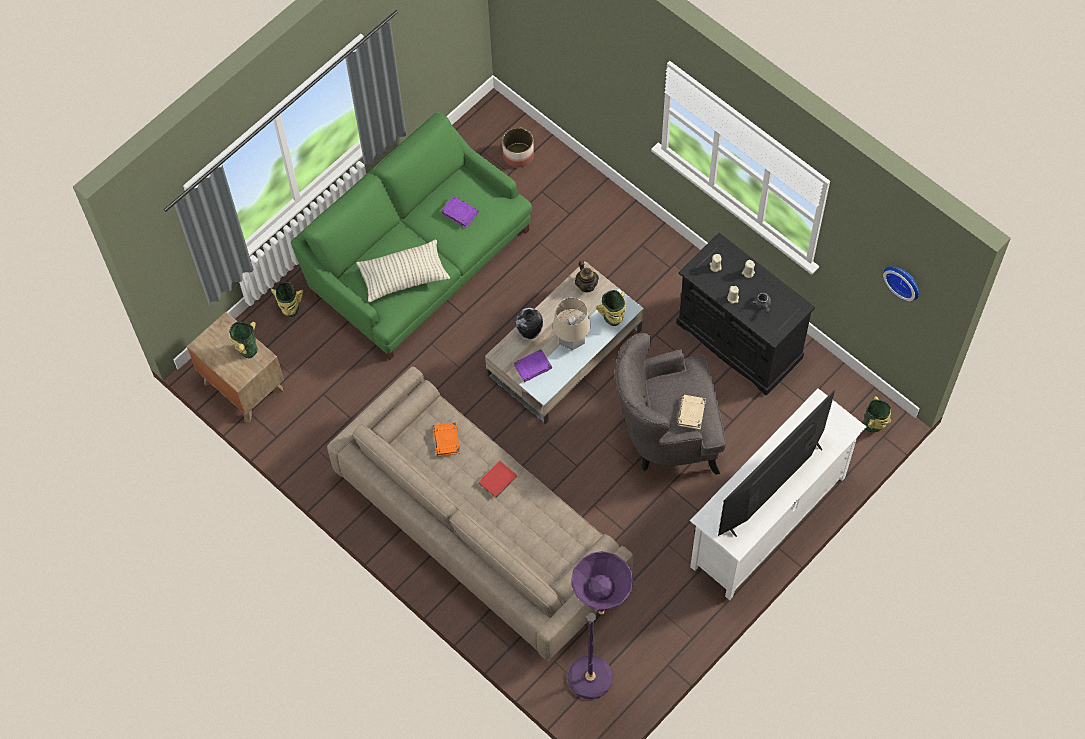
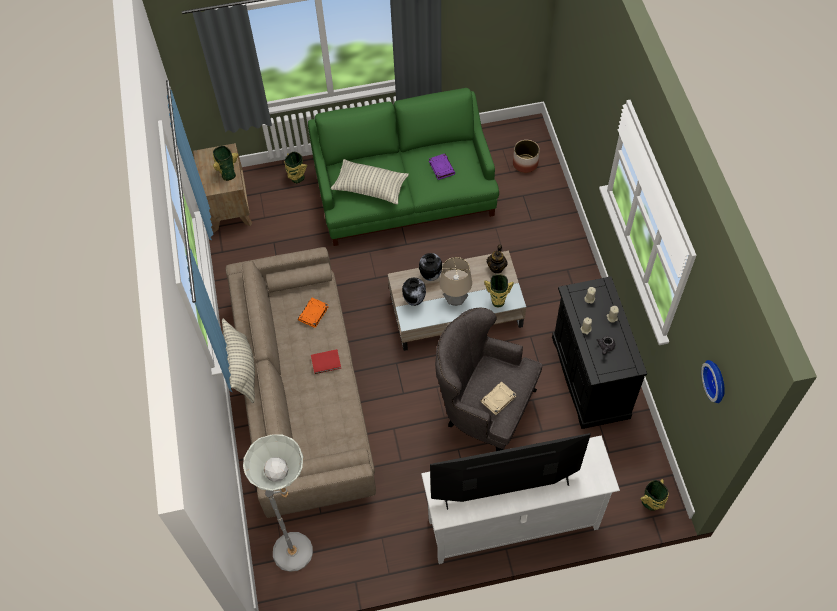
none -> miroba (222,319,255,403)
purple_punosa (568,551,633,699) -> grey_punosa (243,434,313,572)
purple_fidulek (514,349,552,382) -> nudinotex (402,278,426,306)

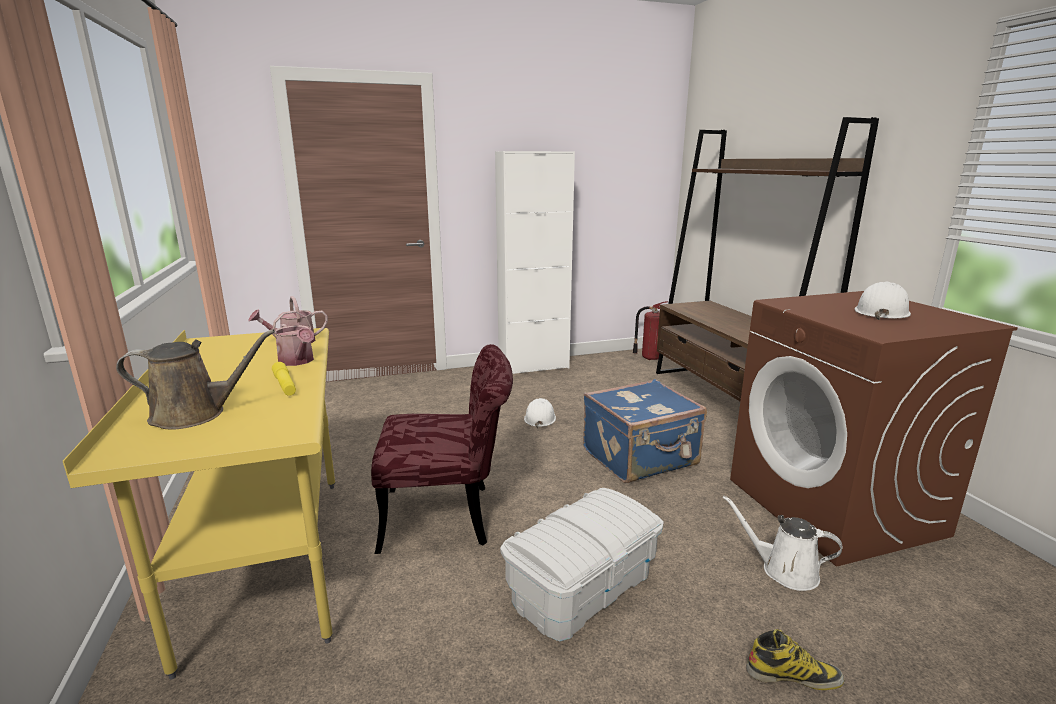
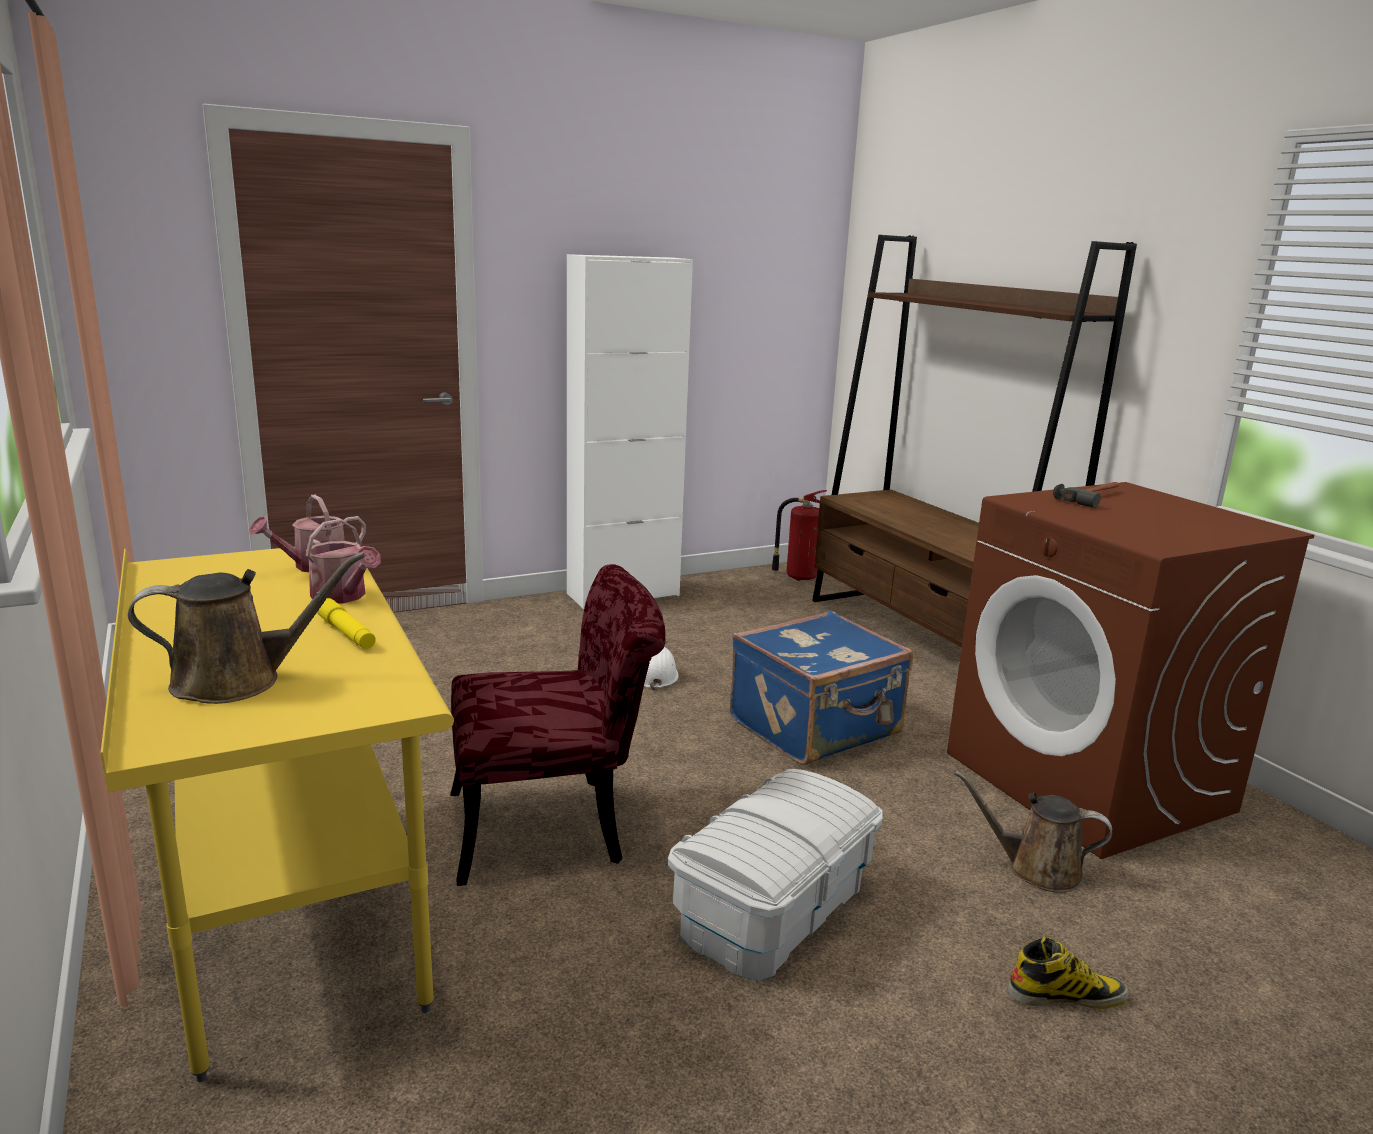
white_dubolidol (722,495,842,591) -> brown_dubolidol (954,770,1112,893)
none -> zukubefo (1053,482,1119,508)
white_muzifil (855,282,911,320) -> none

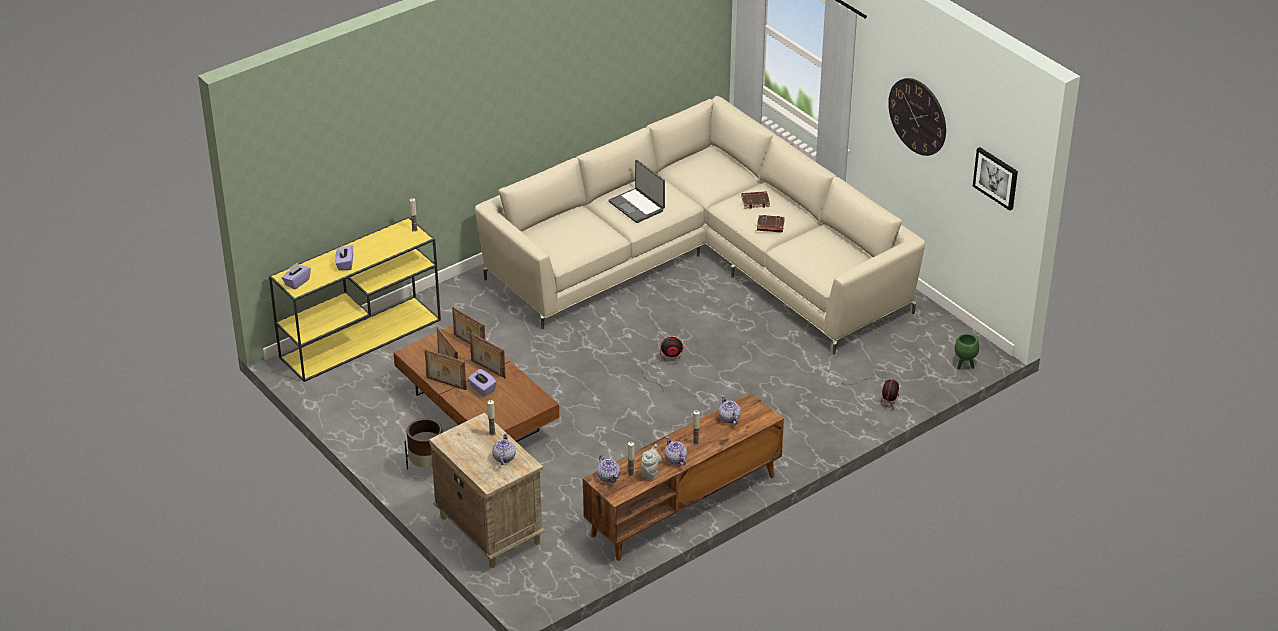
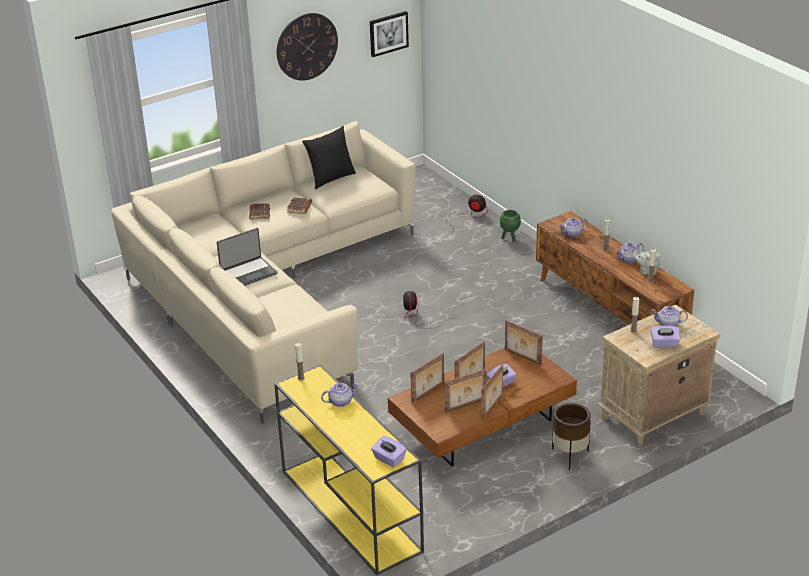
none -> black_miroba (302,126,356,189)
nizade (597,455,620,483) -> nizade (321,383,359,407), shifted
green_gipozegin (955,334,979,369) -> green_gipozegin (500,210,521,242), shifted
none -> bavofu (505,320,543,365)
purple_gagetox (335,245,353,270) -> purple_gagetox (650,325,680,348), shifted

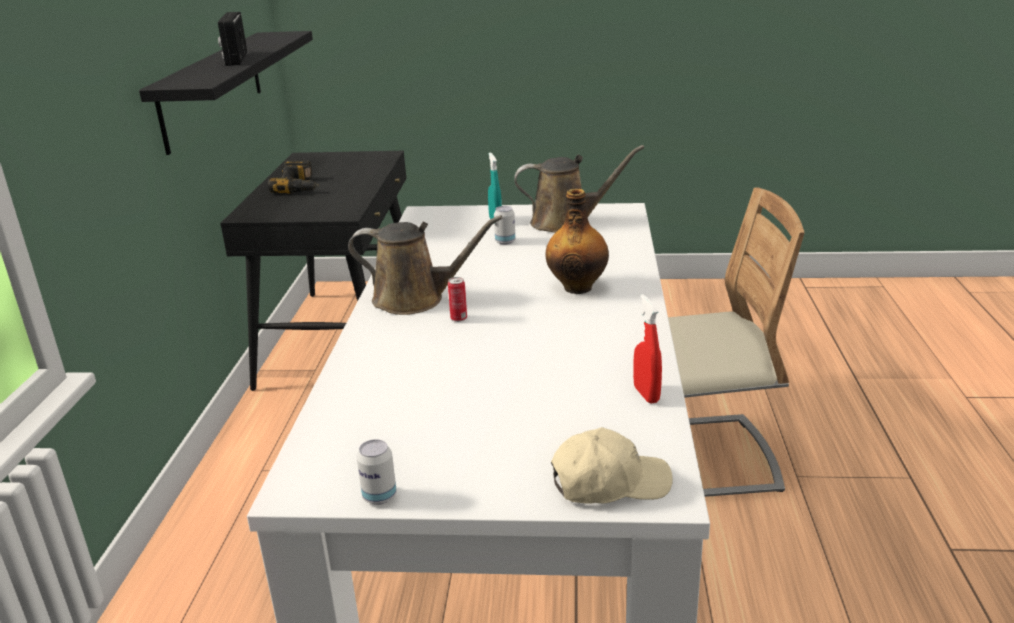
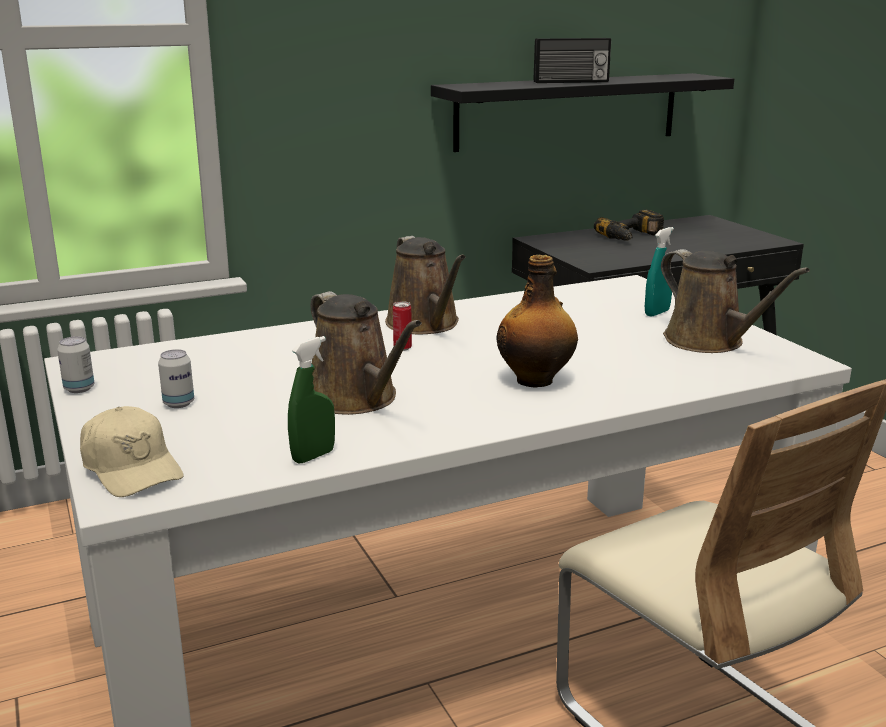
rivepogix (494,206,515,245) -> rivepogix (158,349,194,408), shifted
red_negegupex (633,294,662,404) -> green_negegupex (288,336,335,463)
none -> brown_dubolidol (311,291,422,415)
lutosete (218,12,247,66) -> lutosete (533,38,611,83), 150 degrees counterclockwise

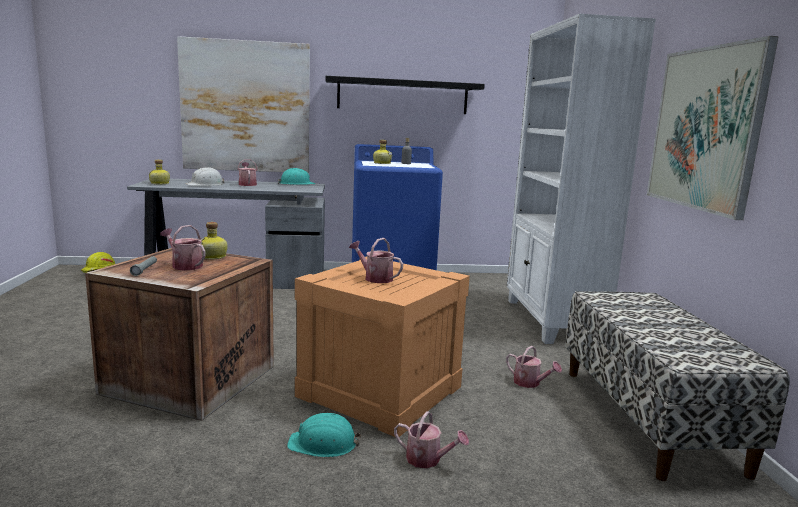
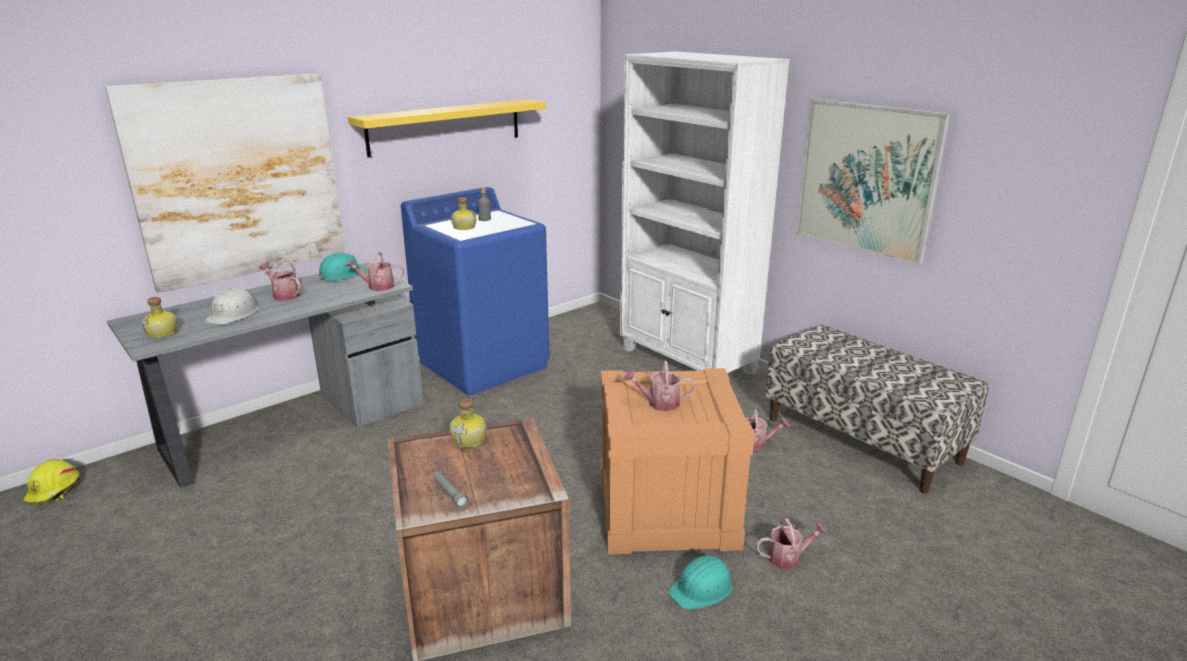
dubolidol (160,225,206,270) -> dubolidol (346,251,404,291), shifted
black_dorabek (325,76,485,114) -> yellow_dorabek (348,99,546,157)

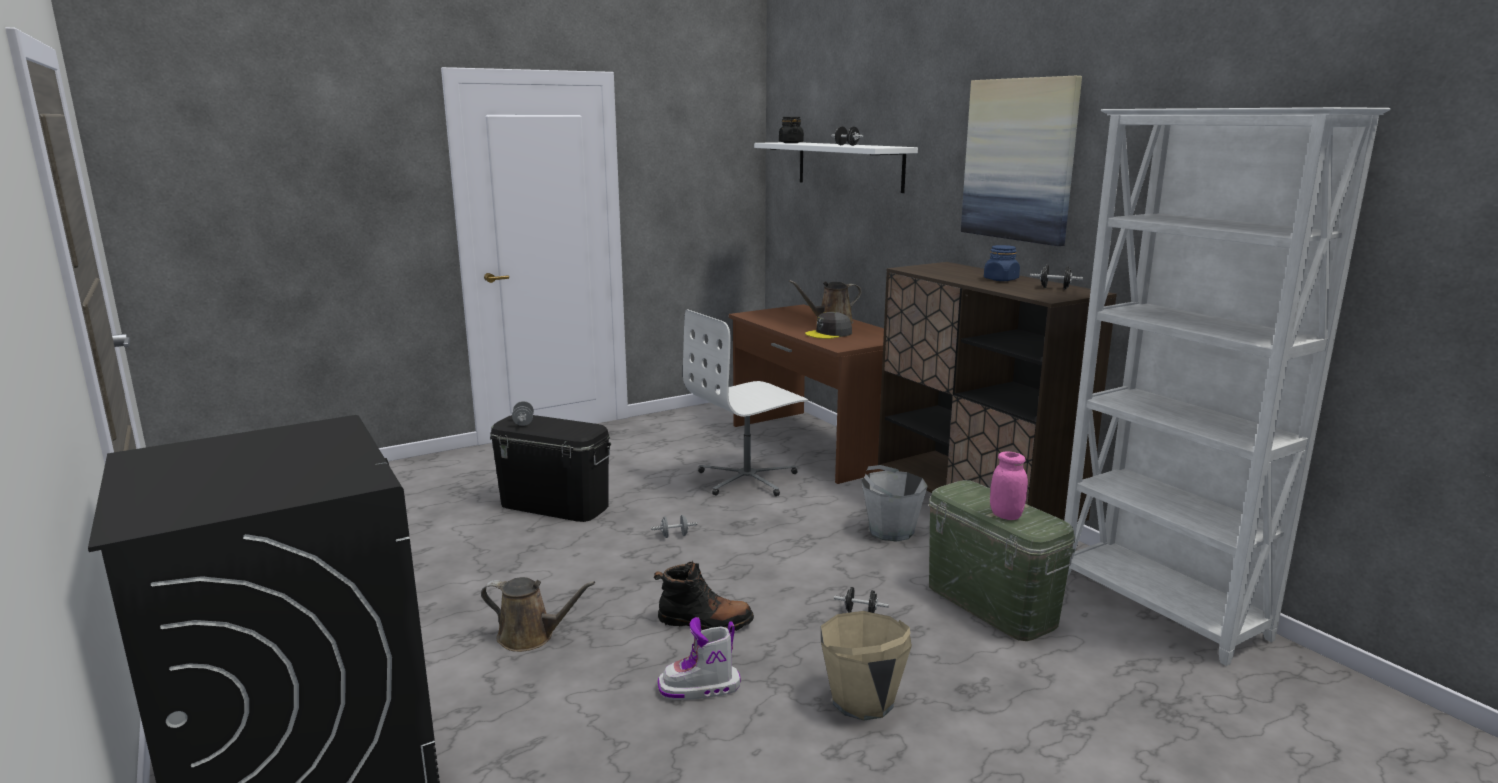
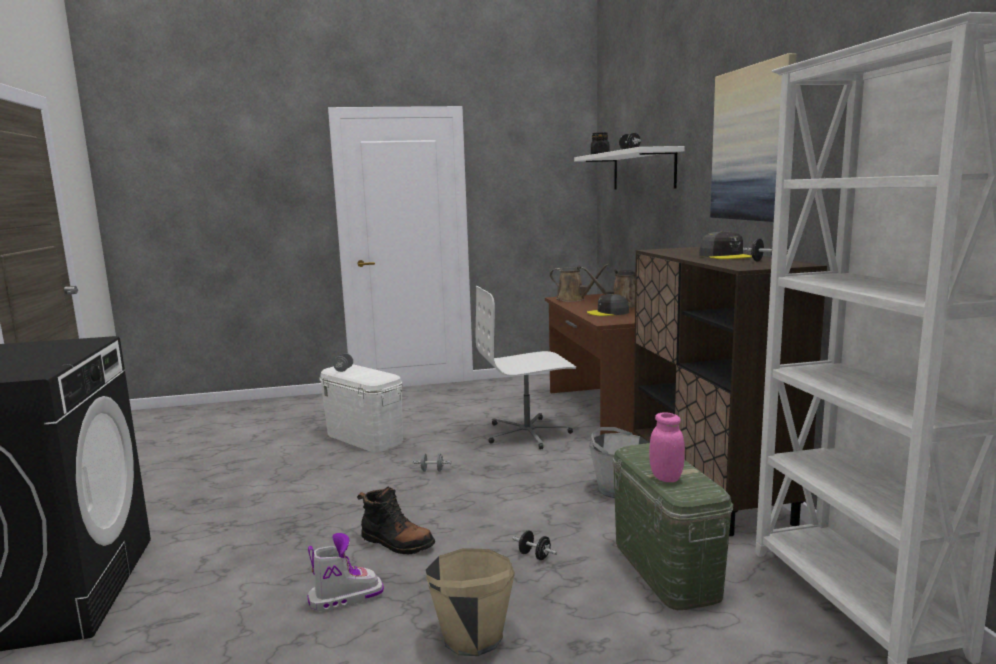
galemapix (658,617,740,700) -> galemapix (308,533,384,611), 150 degrees clockwise
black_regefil (490,415,611,522) -> white_regefil (320,364,403,452)
brown_dubolidol (481,577,595,652) -> brown_dubolidol (550,263,610,302), shifted
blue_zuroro (984,245,1020,281) -> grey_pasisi (699,231,752,259)

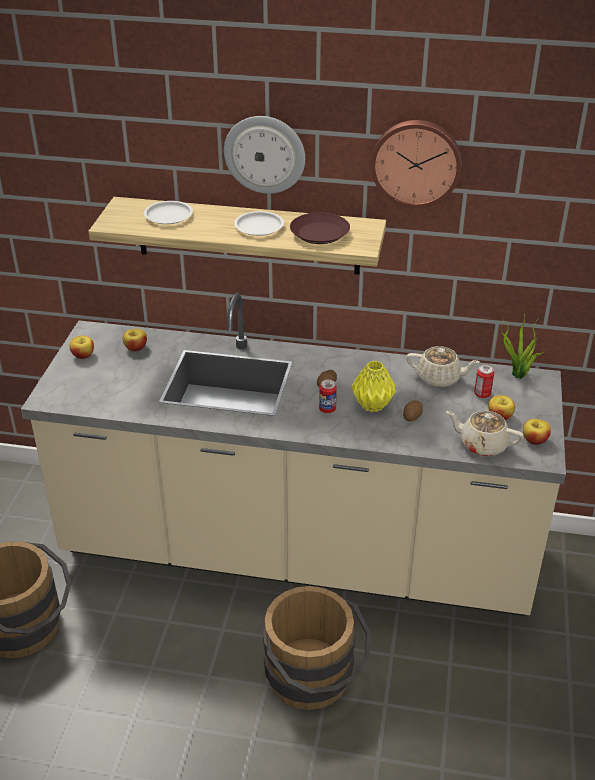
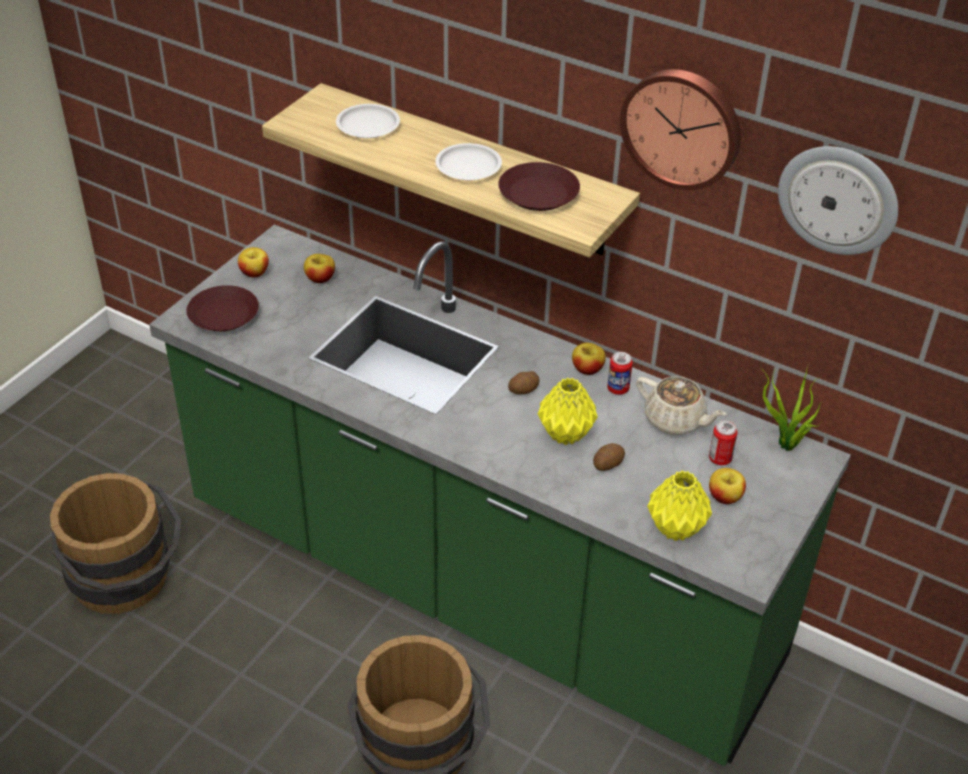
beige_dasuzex (21,293,566,616) -> green_dasuzex (149,224,851,766)
none -> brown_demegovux (186,285,259,332)
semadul (523,419,551,445) -> semadul (572,343,606,375), shifted
rivepogix (319,380,337,413) -> rivepogix (607,352,633,395), shifted
beige_nizade (446,410,524,456) -> yellow_nudinotex (647,471,712,541)
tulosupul (224,116,305,194) -> tulosupul (778,146,898,255), shifted

